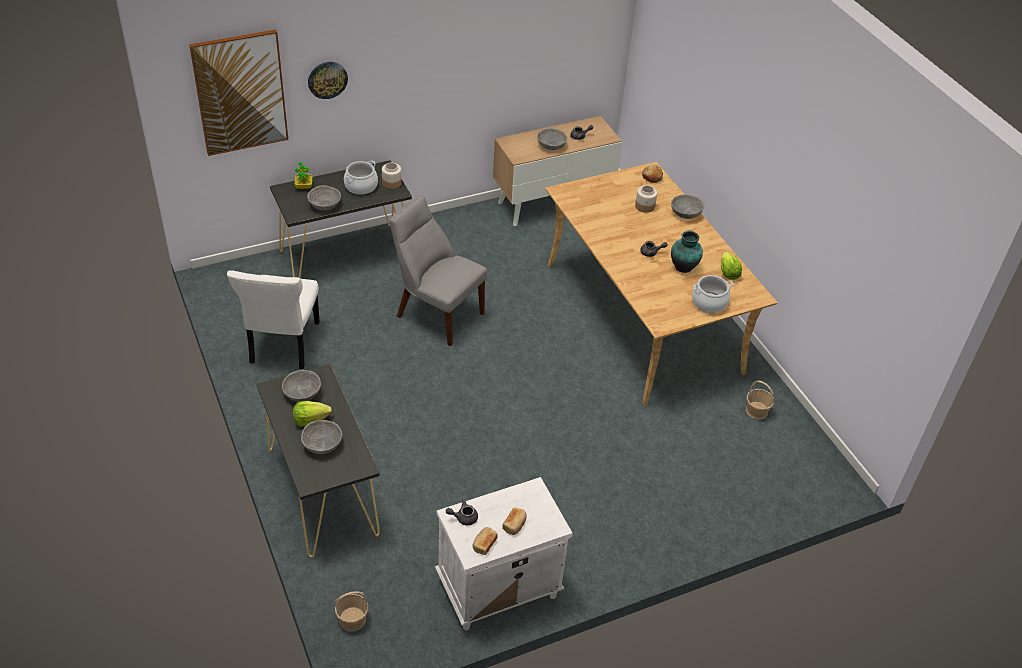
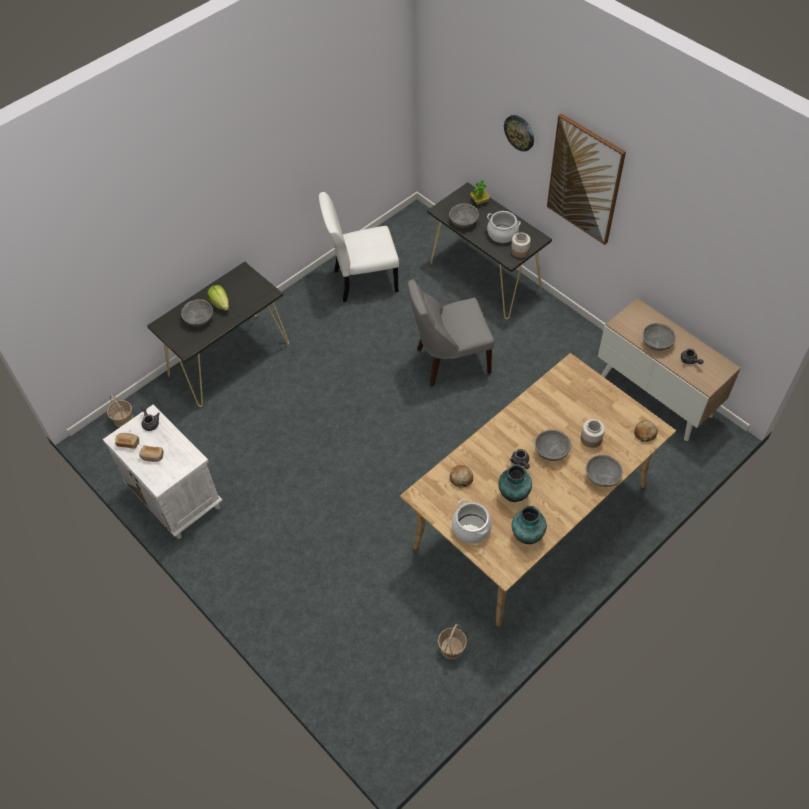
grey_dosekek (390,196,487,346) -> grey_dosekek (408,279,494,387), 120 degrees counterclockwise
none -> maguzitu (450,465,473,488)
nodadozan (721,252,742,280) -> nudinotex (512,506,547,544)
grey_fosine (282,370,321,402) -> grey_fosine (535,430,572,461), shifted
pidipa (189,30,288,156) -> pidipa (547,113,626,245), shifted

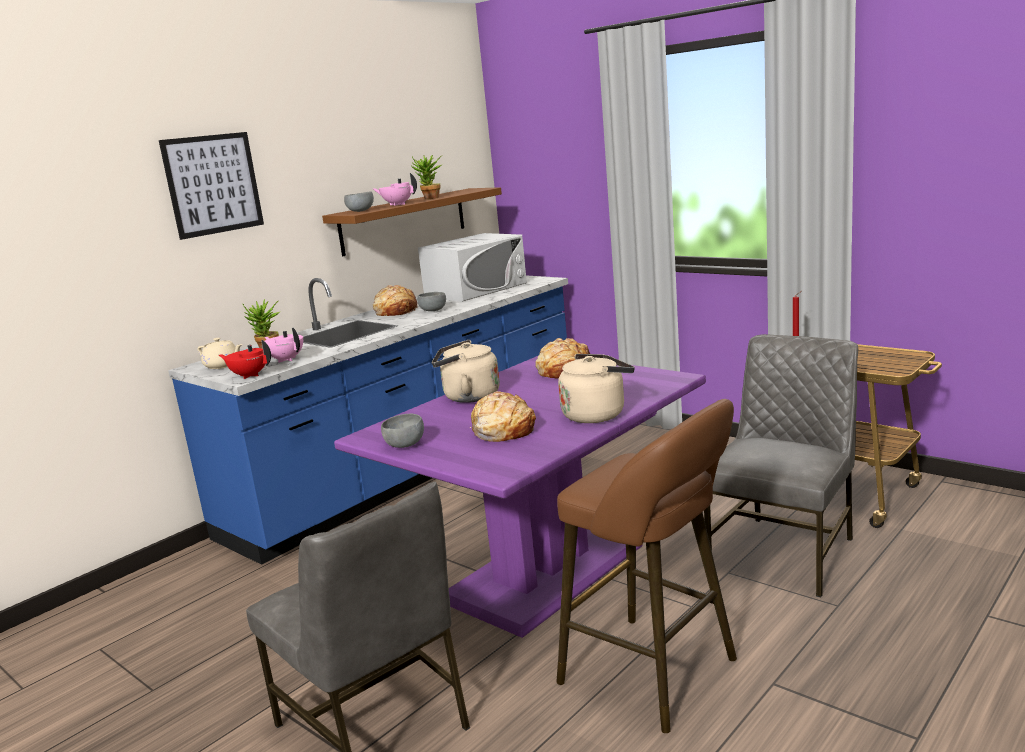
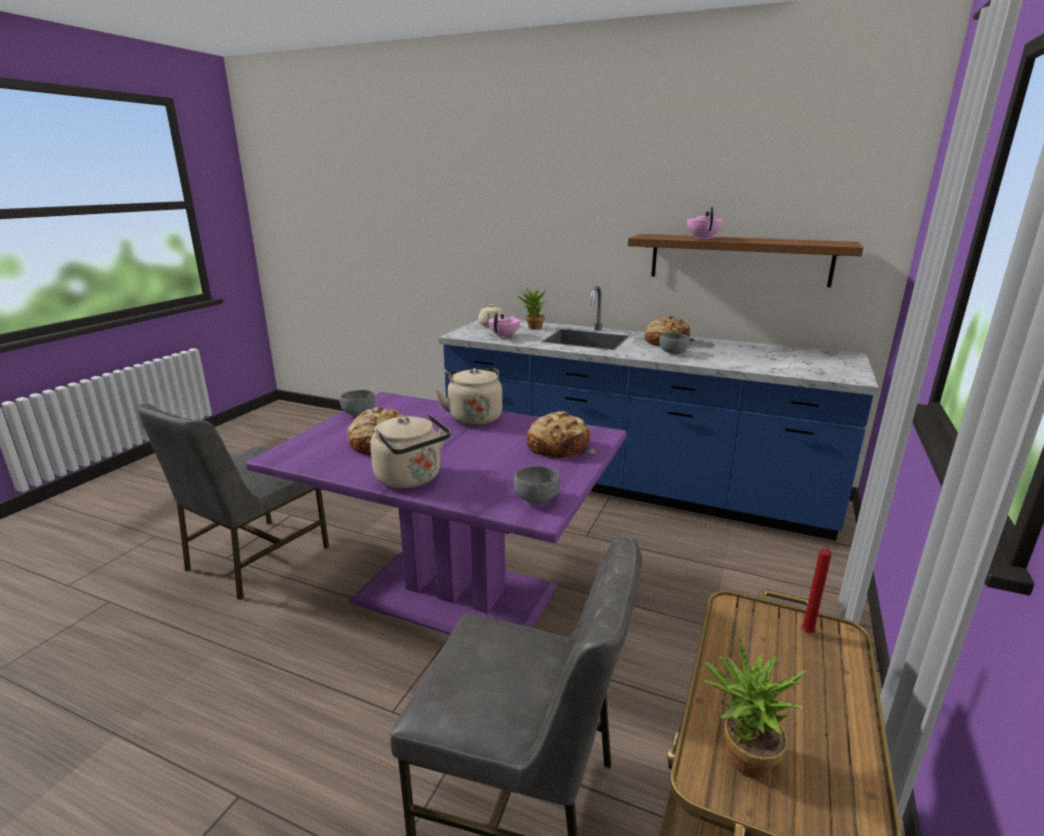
grey_fosine (344,191,374,212) -> grey_fosine (514,466,560,503), shifted
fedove (411,155,441,199) -> fedove (702,637,806,779), shifted
pidipa (159,132,264,240) -> none
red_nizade (219,340,271,379) -> none
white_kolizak (418,233,527,302) -> none
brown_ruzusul (556,399,737,733) -> none

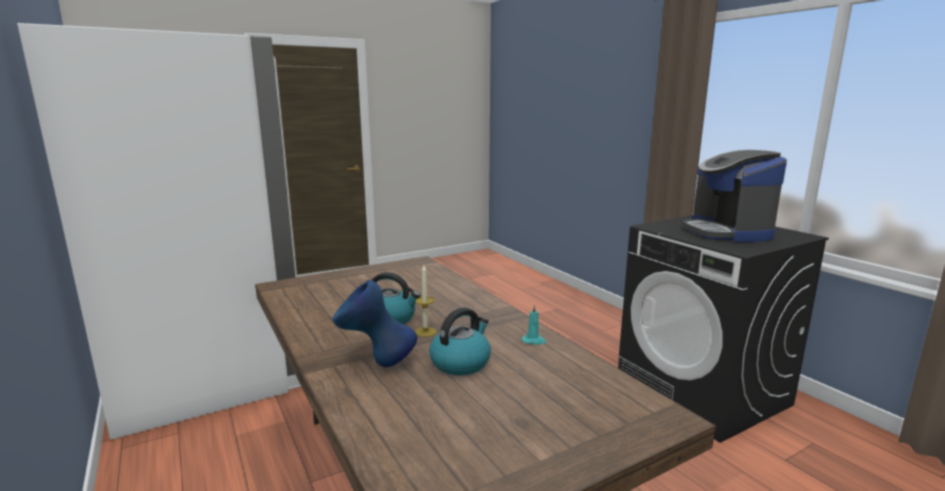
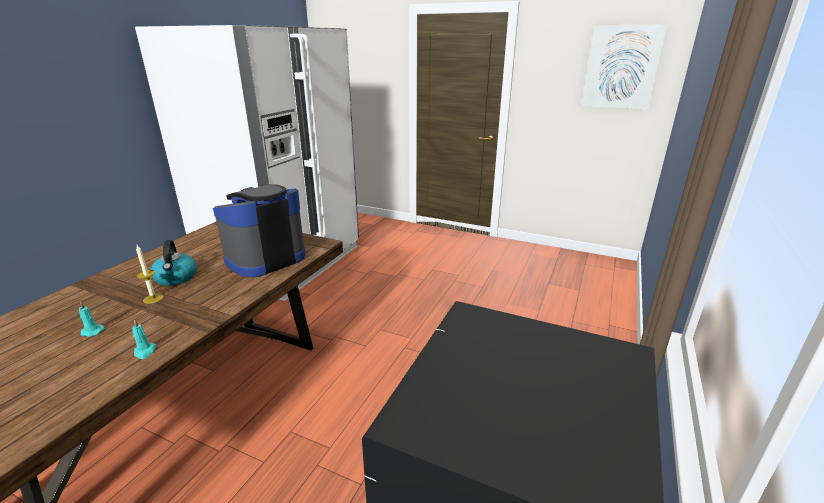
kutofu (429,308,491,375) -> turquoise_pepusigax (79,301,104,337)
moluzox (682,150,787,242) -> moluzox (213,184,306,277), shifted
none -> pidipa (582,24,668,110)
blue_nudinotex (332,280,417,367) -> none

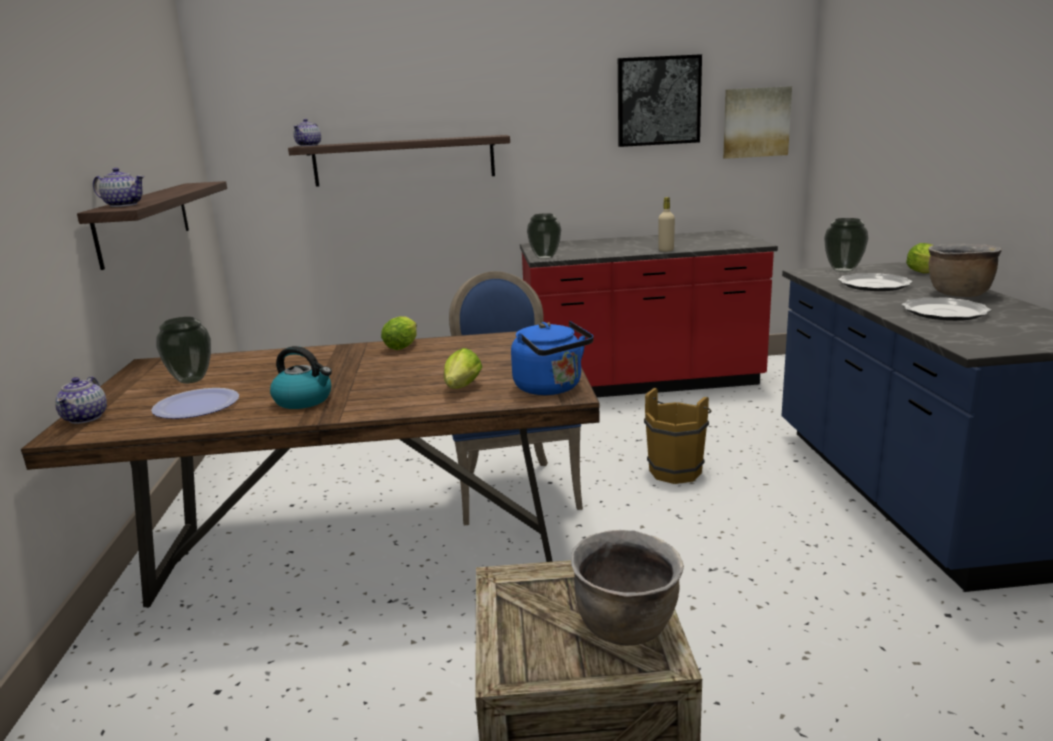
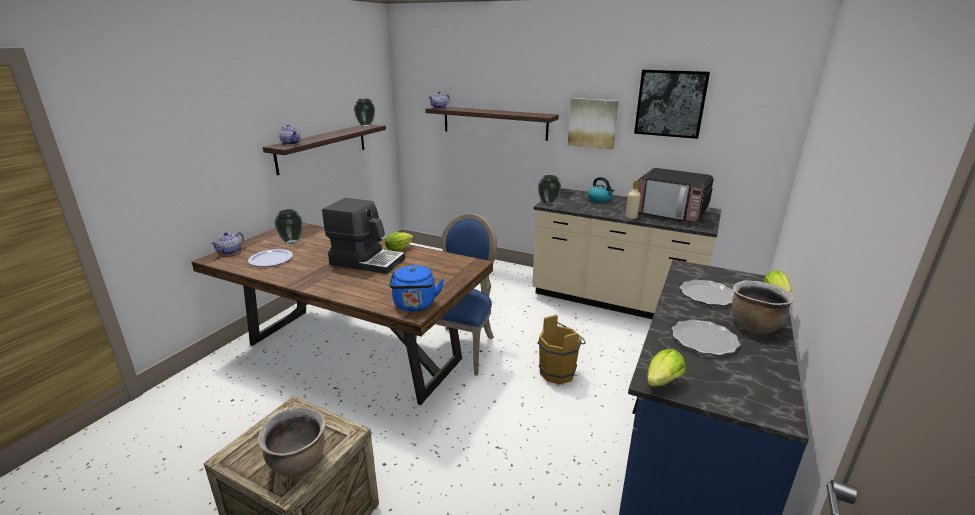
none -> moluzox (322,198,405,274)
nudinotex (824,218,869,272) -> nudinotex (354,99,375,127), shifted
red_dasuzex (520,230,778,397) -> beige_dasuzex (532,188,721,319)
pidipa (723,86,792,159) -> pidipa (568,98,619,150), shifted
kutofu (270,346,332,409) -> kutofu (588,177,614,202), shifted
none -> kolizak (637,168,714,223)
nodadozan (444,348,482,389) -> nodadozan (647,349,686,386), shifted

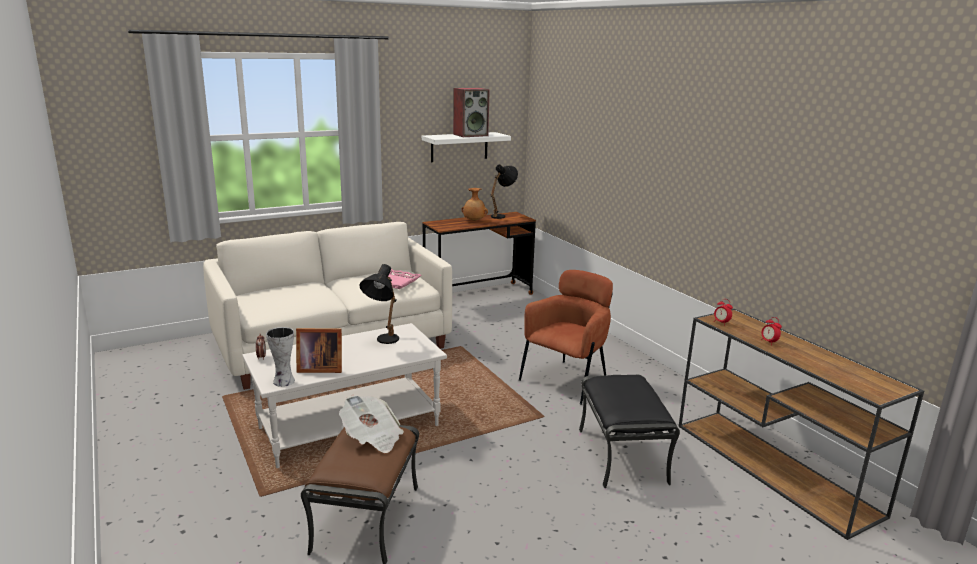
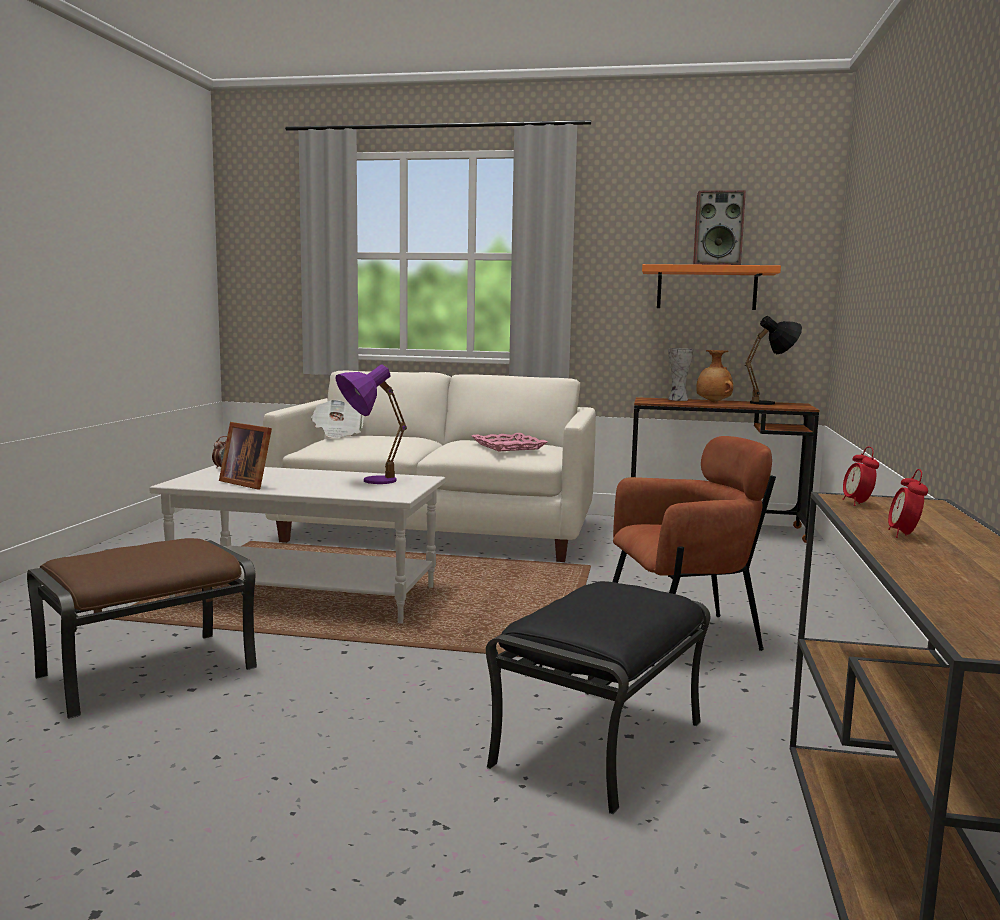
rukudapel (339,395,404,453) -> rukudapel (311,400,364,438), shifted
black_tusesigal (359,264,399,344) -> purple_tusesigal (336,364,407,484)
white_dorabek (422,132,511,162) -> orange_dorabek (642,264,781,310)
nudinotex (266,327,295,387) -> nudinotex (668,348,694,401), shifted

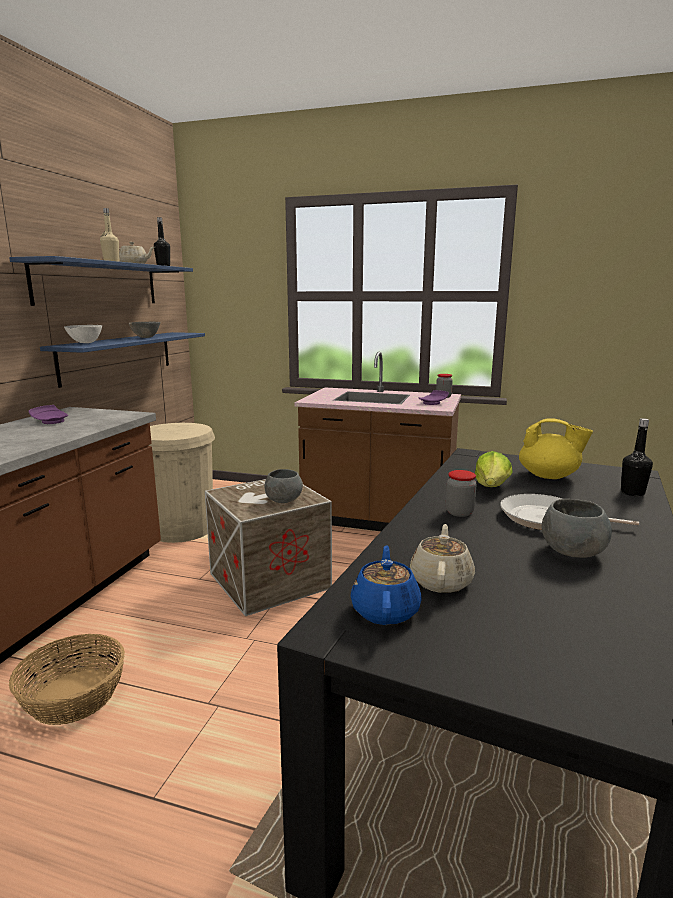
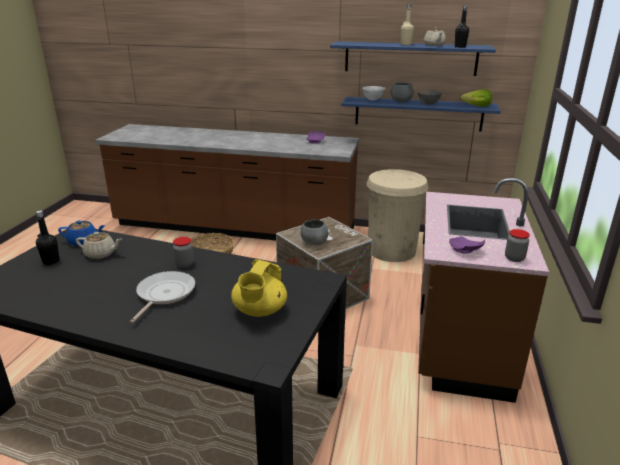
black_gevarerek (621,418,653,496) -> black_gevarerek (36,210,59,265), shifted
grey_fosine (541,499,612,558) -> grey_fosine (390,82,414,102), shifted
nodadozan (475,451,513,487) -> nodadozan (460,90,492,107), shifted

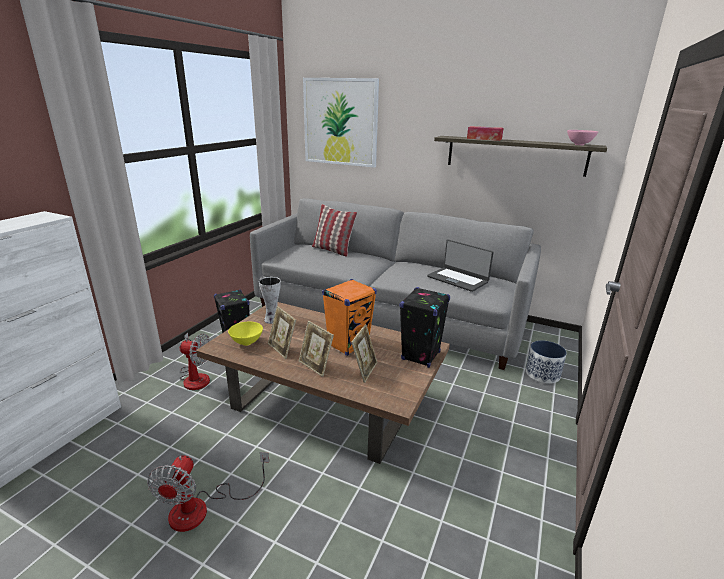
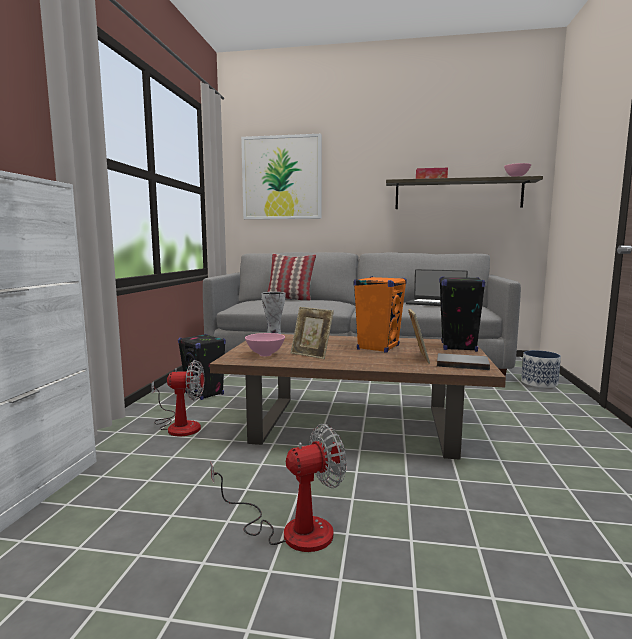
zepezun (147,452,269,532) -> zepezun (211,424,347,552), 105 degrees counterclockwise
yellow_fosine (228,322,263,346) -> pink_fosine (245,333,285,357)
none -> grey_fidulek (437,353,490,370)
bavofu (299,321,334,377) -> none

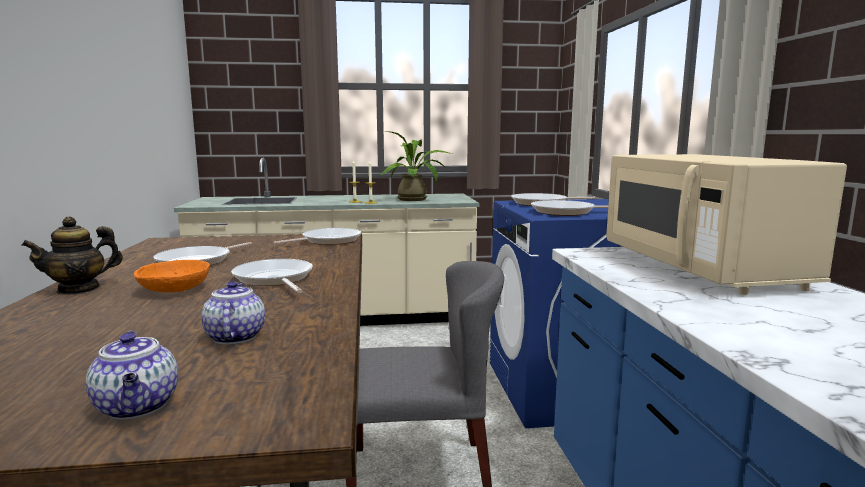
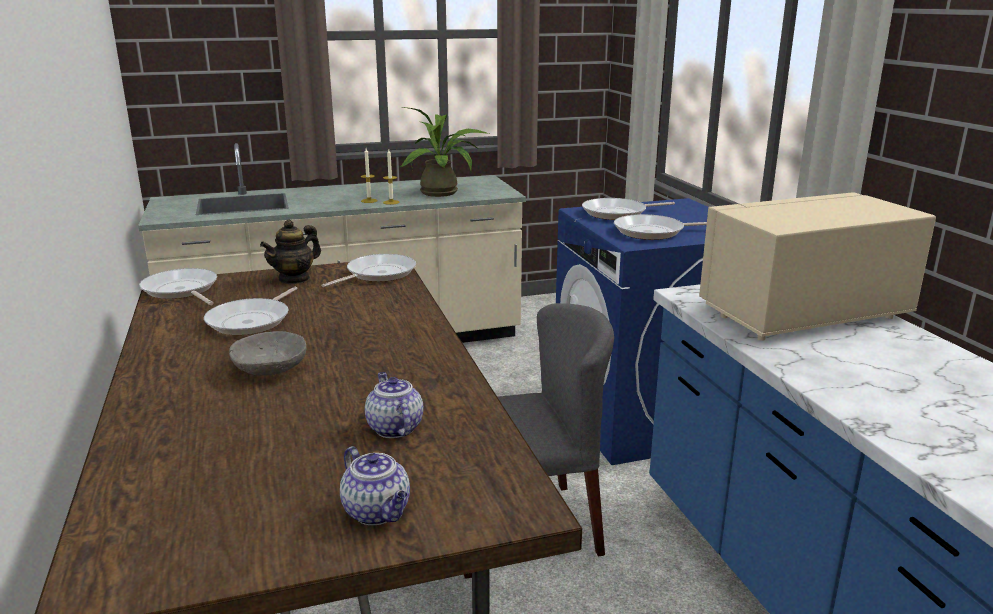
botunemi (231,259,313,293) -> botunemi (139,268,217,305), shifted
orange_fosine (134,260,210,292) -> grey_fosine (229,331,306,376)
nizade (22,216,123,295) -> nizade (260,219,321,285), shifted
beige_kolizak (606,154,847,295) -> beige_kolizak (699,192,936,341), 90 degrees clockwise

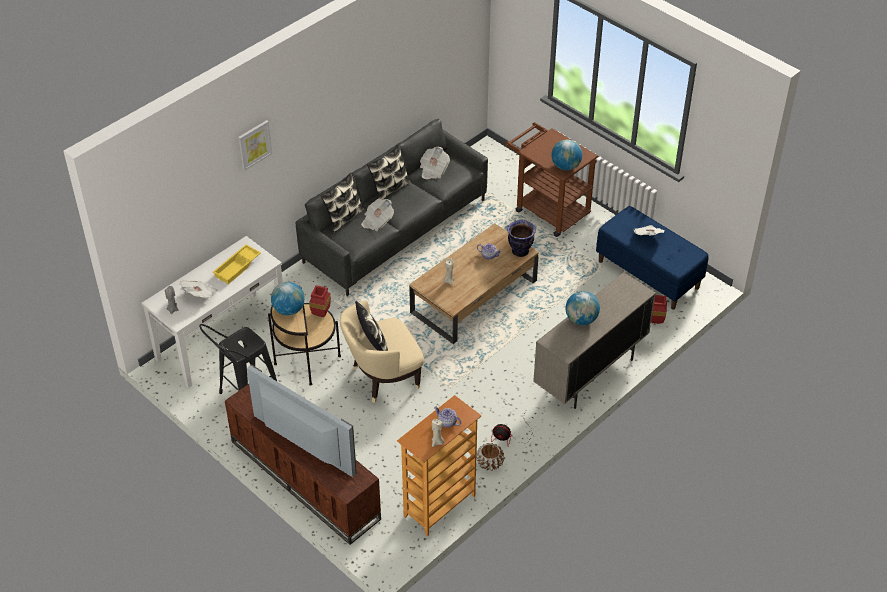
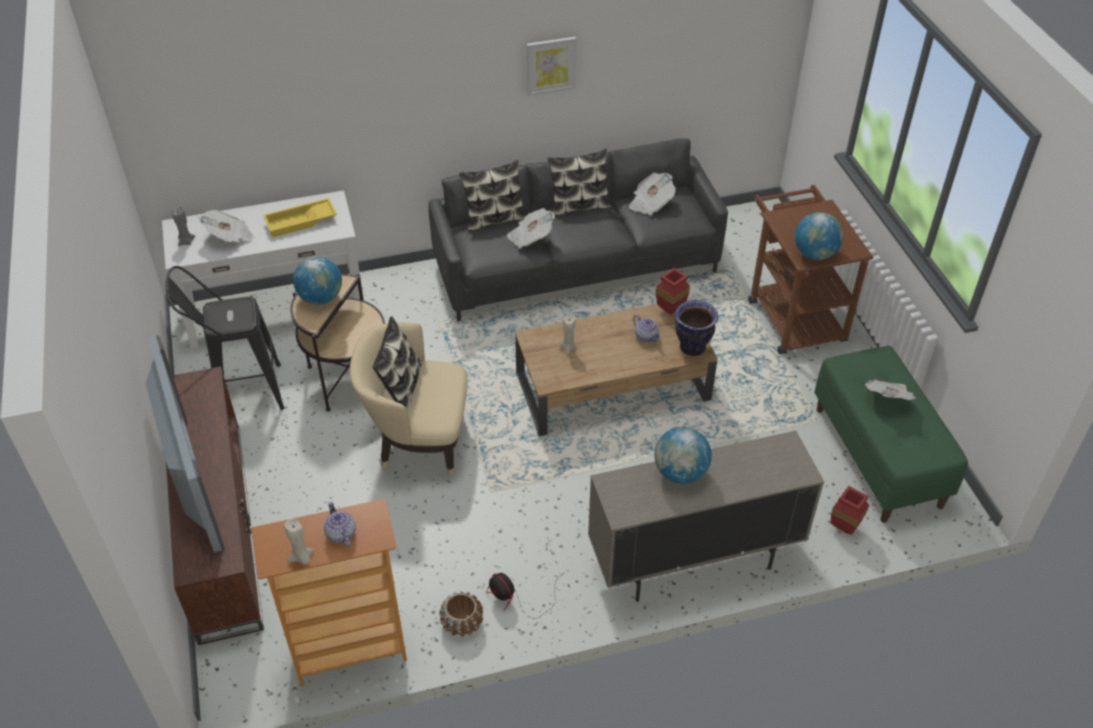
pidipa (238,120,272,171) -> pidipa (527,37,577,96), shifted
red_nudinotex (309,285,331,317) -> red_nudinotex (656,268,690,315), shifted
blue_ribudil (596,206,709,310) -> green_ribudil (814,346,968,523)

